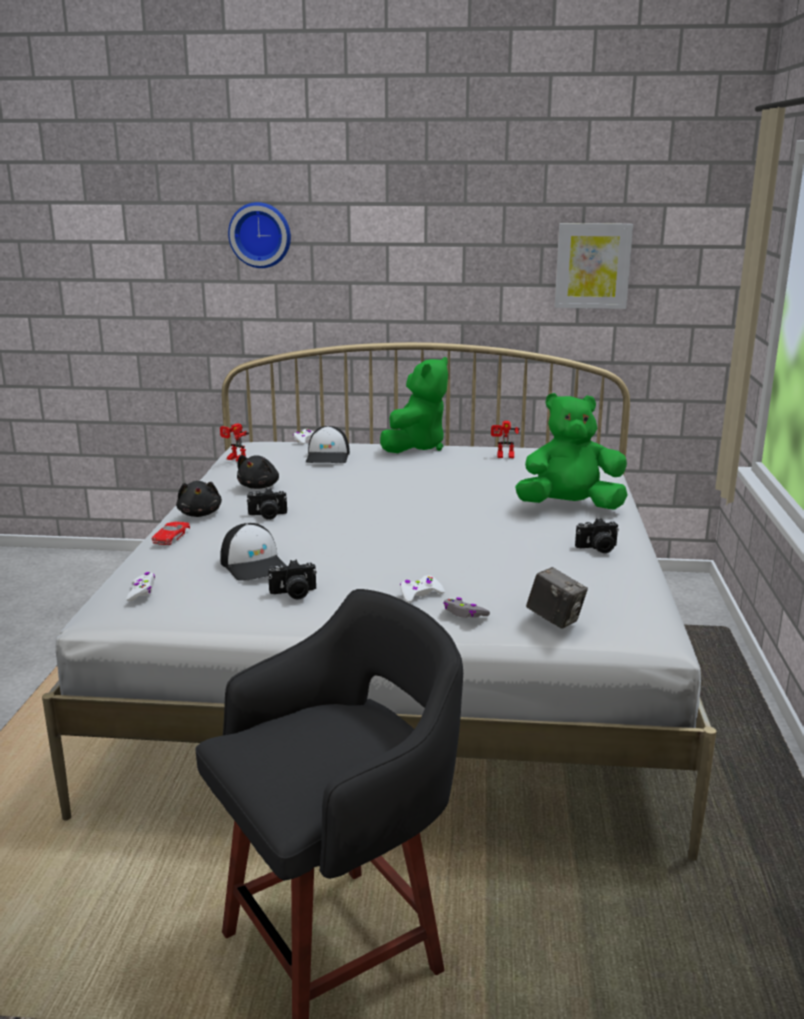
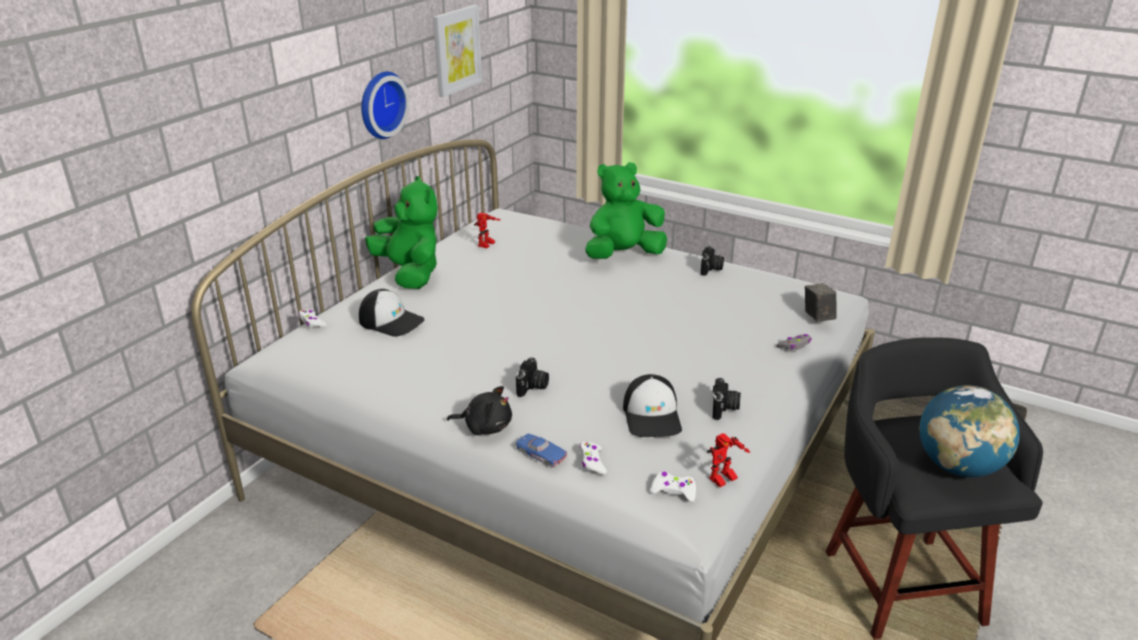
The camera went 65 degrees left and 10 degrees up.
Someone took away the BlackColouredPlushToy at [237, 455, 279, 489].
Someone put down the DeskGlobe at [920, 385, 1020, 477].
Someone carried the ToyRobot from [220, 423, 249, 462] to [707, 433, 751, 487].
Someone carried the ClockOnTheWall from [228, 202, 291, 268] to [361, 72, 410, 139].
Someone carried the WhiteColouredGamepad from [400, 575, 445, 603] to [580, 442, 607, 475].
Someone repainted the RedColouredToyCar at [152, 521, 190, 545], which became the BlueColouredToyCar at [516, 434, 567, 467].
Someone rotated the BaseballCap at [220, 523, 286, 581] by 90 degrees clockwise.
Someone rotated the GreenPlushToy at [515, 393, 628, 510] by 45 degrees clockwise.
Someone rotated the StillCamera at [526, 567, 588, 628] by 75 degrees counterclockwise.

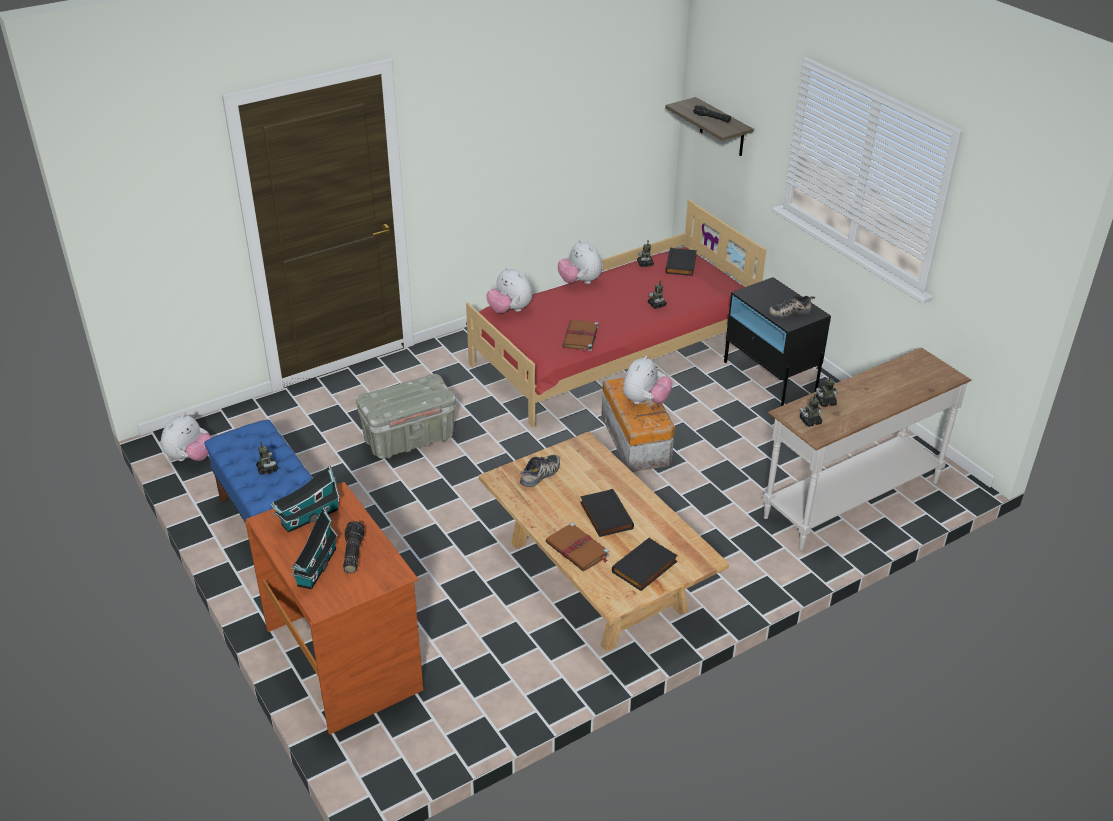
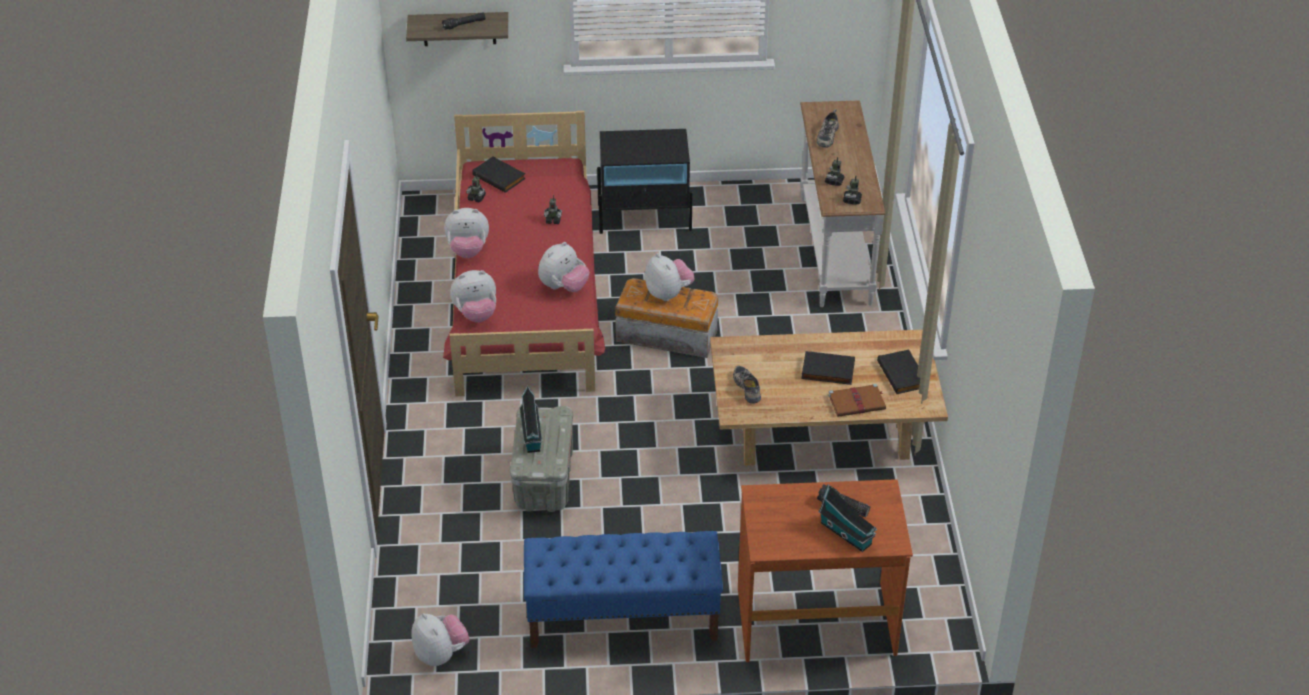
The camera went 60 degrees left and 5 degrees up.
Someone took away the ToyRobot at [256, 442, 278, 475].
Someone carried the ToyHouse from [271, 465, 340, 533] to [519, 385, 543, 453].
Someone carried the LowShoe from [769, 296, 815, 318] to [816, 109, 839, 148].
Someone swapped the BrownishVolume at [562, 320, 599, 353] for the PlushToy at [538, 242, 589, 292].

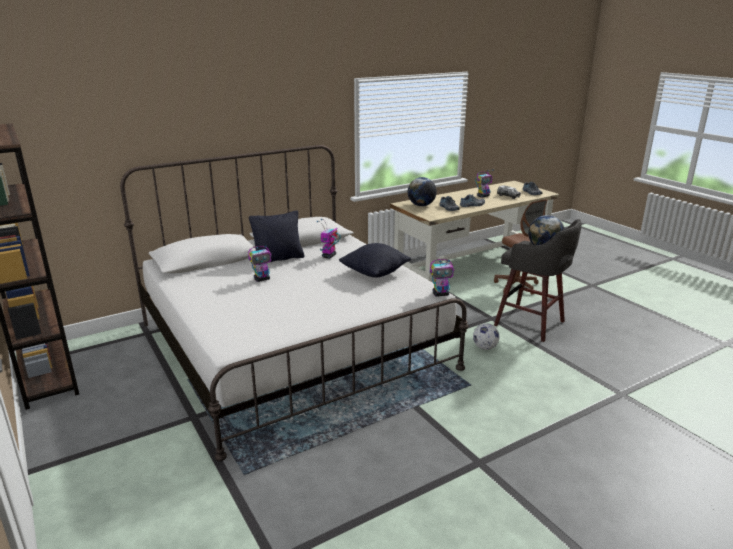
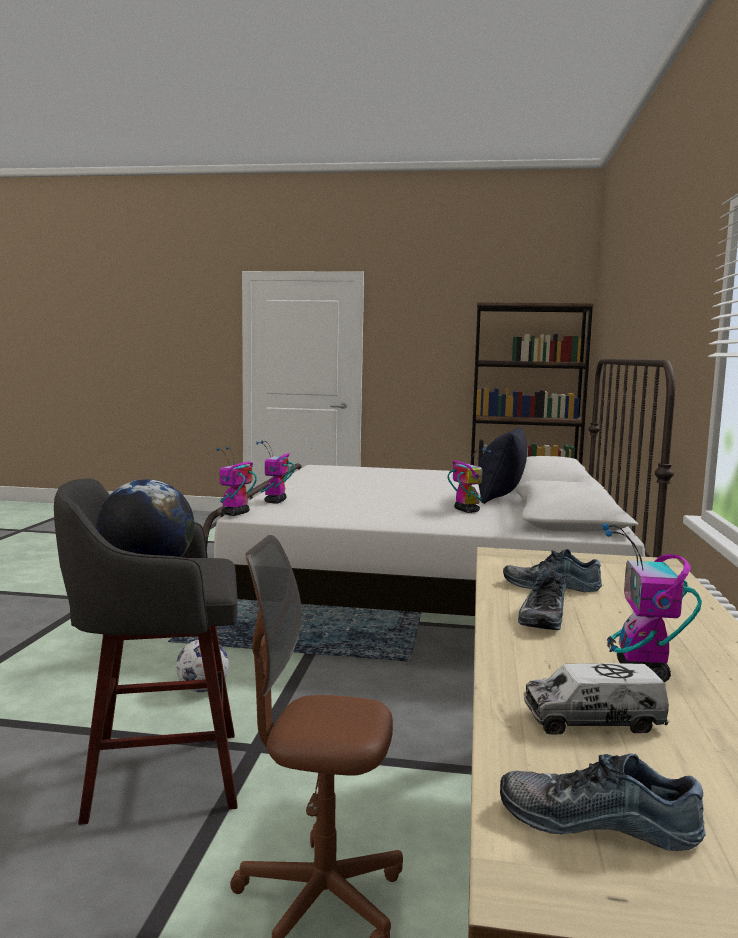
The camera went 130 degrees right and 15 degrees down.
Someone took away the BlackColouredCushion at [339, 243, 411, 278].
Someone took away the DeskGlobe at [408, 177, 437, 206].
Someone carried the ToyRobot from [248, 245, 272, 282] to [256, 441, 295, 504].

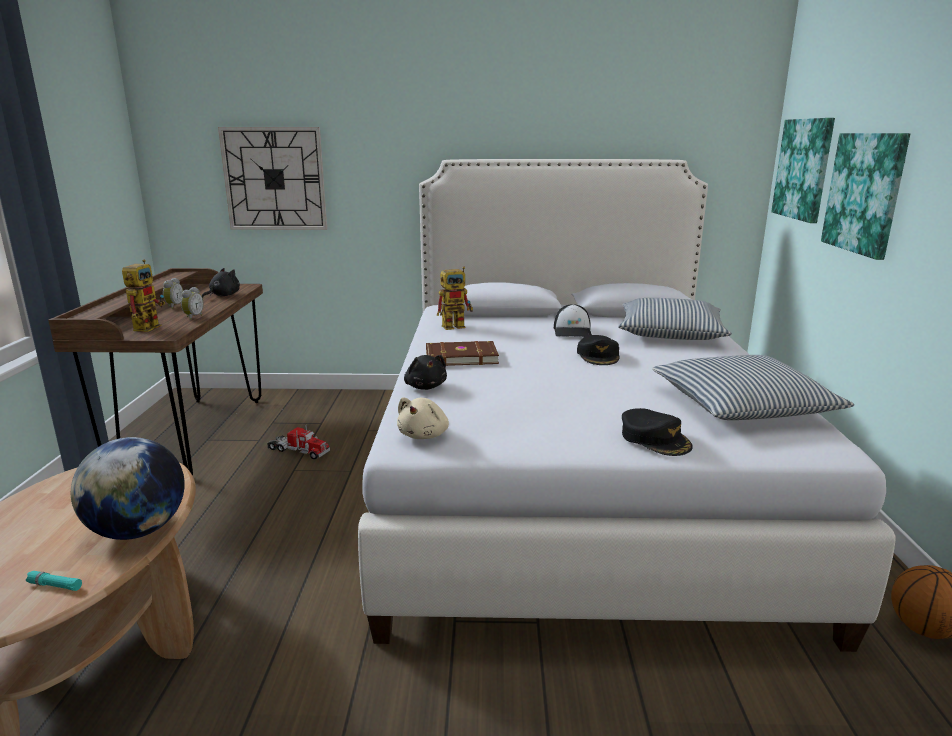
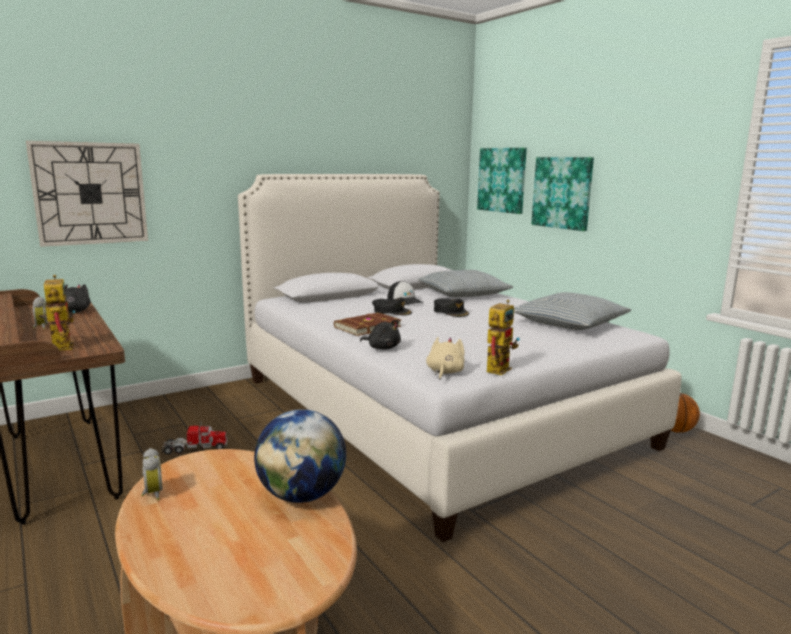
The camera went 35 degrees left and 5 degrees down.
Someone took away the BlueGreenHandTorch at [26, 571, 82, 591].
Someone carried the AlarmClock from [181, 287, 204, 320] to [141, 448, 163, 500].
Someone carried the ToyRobot from [437, 266, 473, 330] to [486, 300, 520, 375].
Someone carried the BlackColouredBaseballCap from [622, 408, 693, 456] to [372, 297, 412, 315].
Someone rotated the SandColouredPlushToy at [397, 397, 449, 439] by 150 degrees counterclockwise.

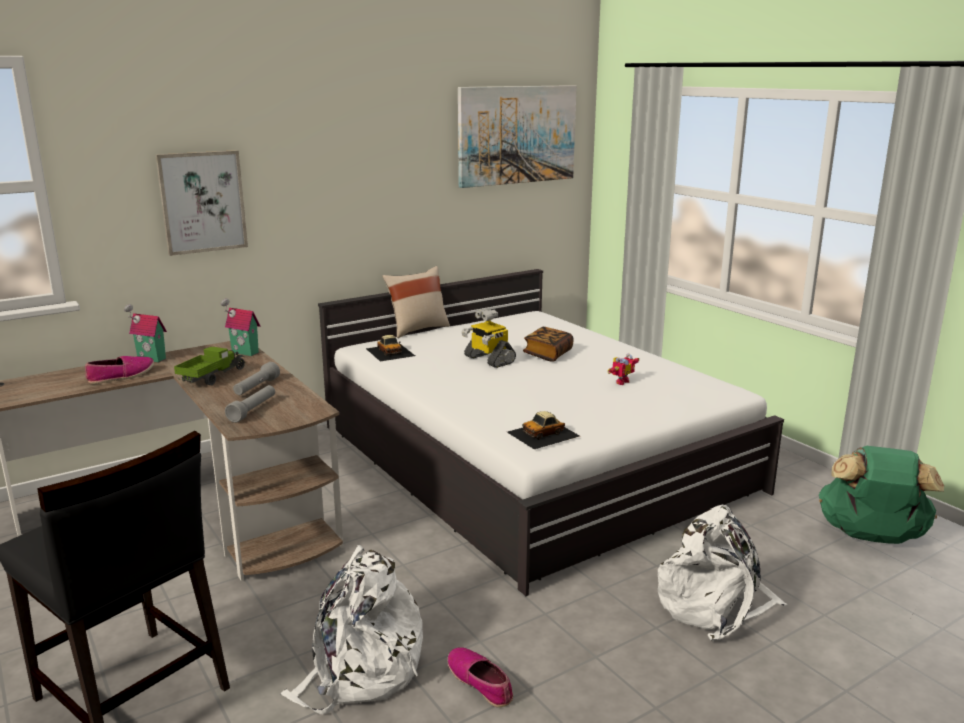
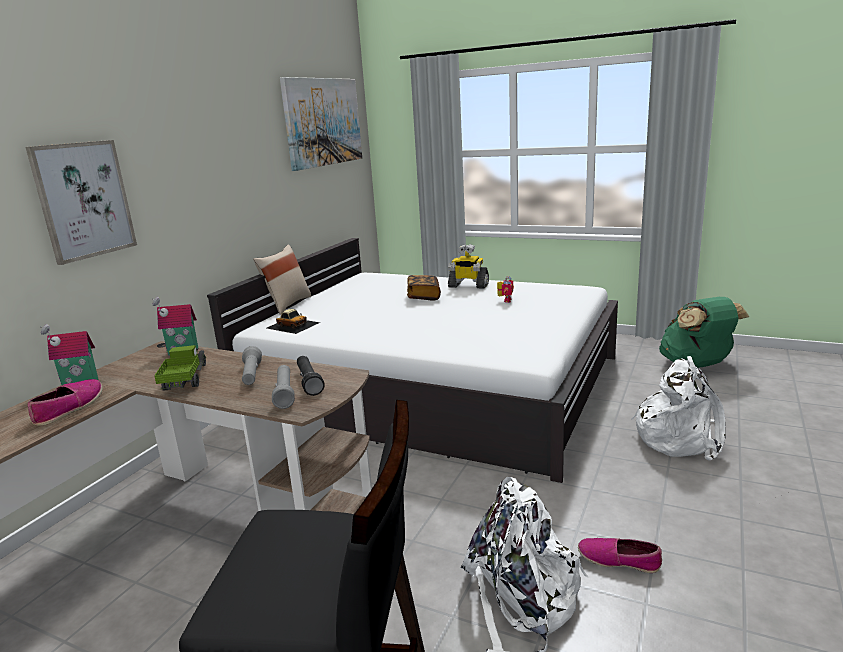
The camera went 30 degrees left and 0 degrees up.
Someone took away the ToyCar at [507, 411, 580, 449].
Someone put down the BlackColouredHandTorch at [297, 356, 325, 396].
Someone carried the ToyRobot from [462, 309, 516, 368] to [448, 244, 489, 289].

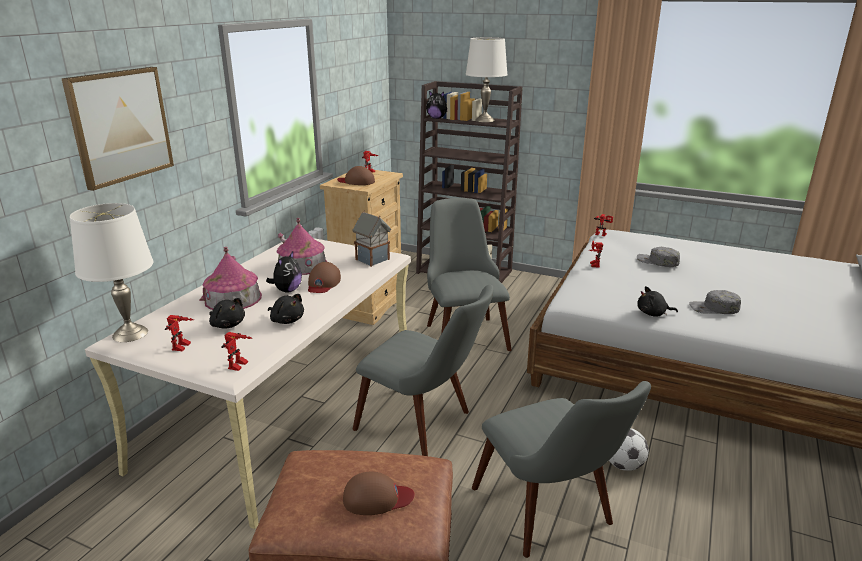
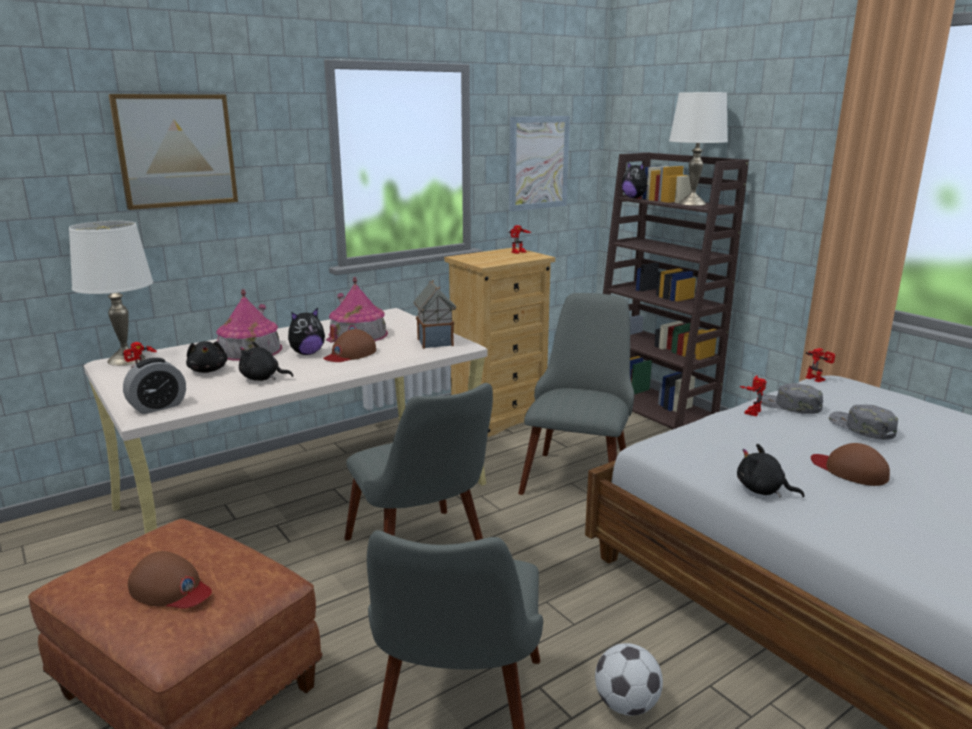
The camera went 30 degrees right and 5 degrees down.
Someone put up the Picture at [509, 116, 570, 211].
Someone carried the BrownishBaseballCap from [337, 166, 375, 185] to [811, 443, 890, 486].
Someone carried the GreyishBaseballCap from [689, 290, 741, 314] to [757, 383, 823, 414].
Someone swapped the ToyRobot at [221, 332, 252, 371] for the AlarmClock at [123, 358, 186, 414].
Someone rotated the BlackColouredPlushToy at [268, 294, 304, 324] by 120 degrees clockwise.

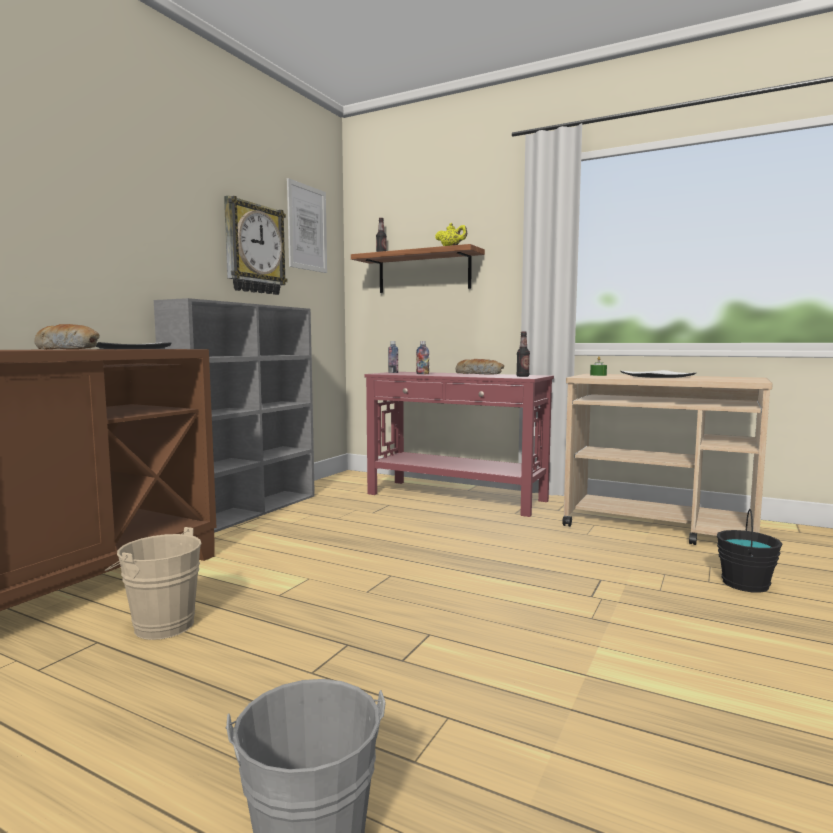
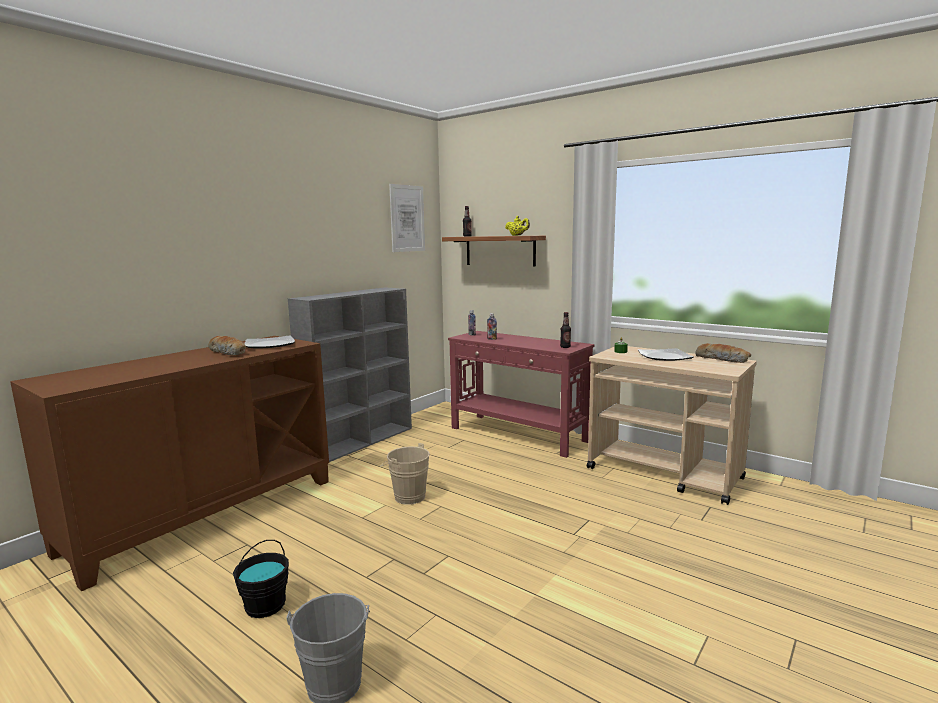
The camera went 10 degrees right and 5 degrees up.
Someone took away the ClockOnTheWall at [224, 195, 288, 295].
Someone carried the SandColouredPail from [105, 527, 202, 640] to [380, 443, 430, 505].
Someone carried the Bread from [455, 359, 504, 375] to [696, 343, 751, 363].
Someone carried the BlackColouredPail from [717, 509, 783, 593] to [233, 540, 289, 618].

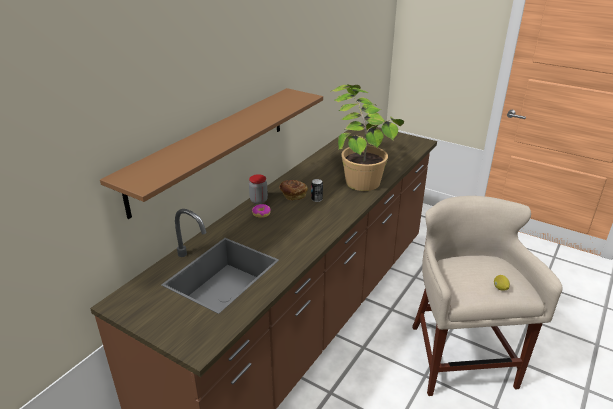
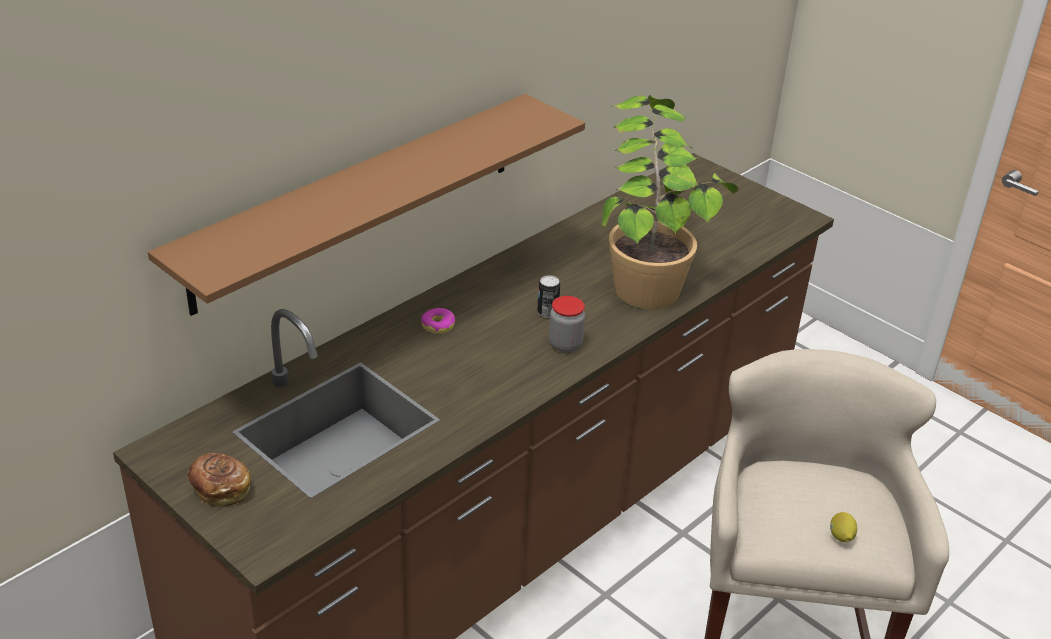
The camera went 10 degrees right and 5 degrees up.
Someone carried the Jar from [249, 174, 268, 204] to [549, 296, 585, 352].
Someone carried the Bread from [280, 180, 308, 200] to [188, 453, 251, 507].

